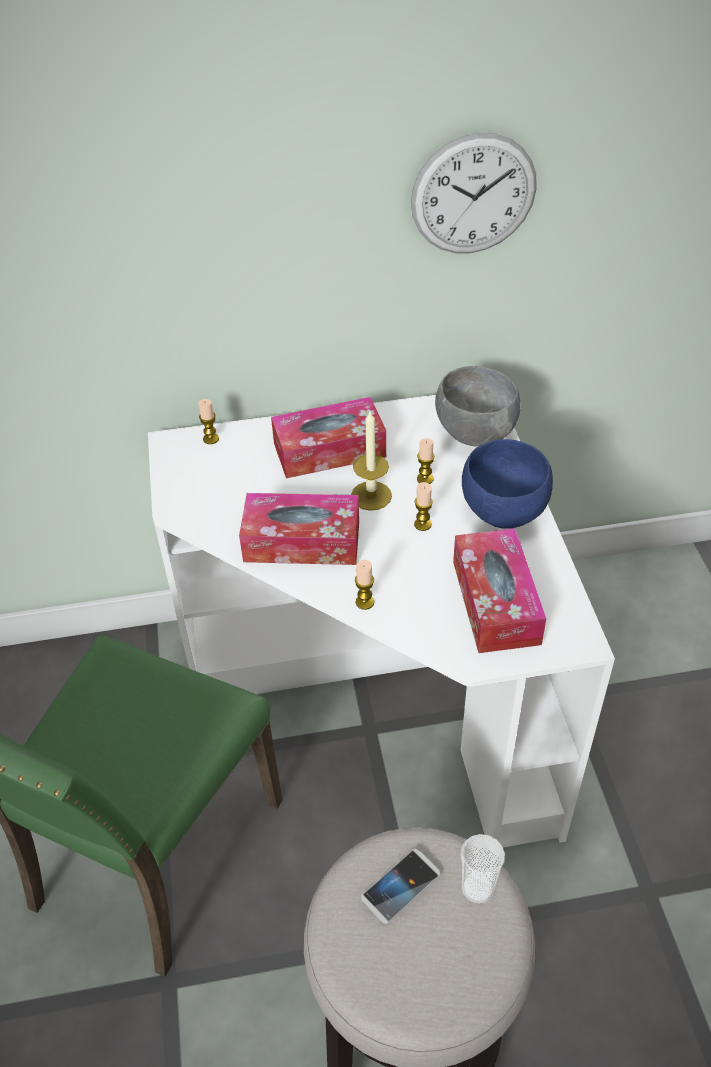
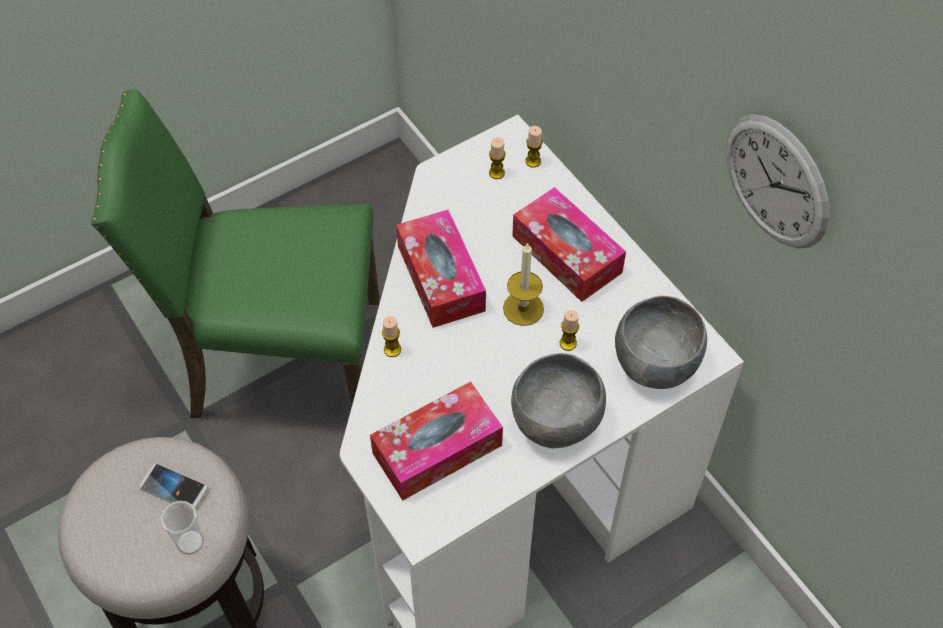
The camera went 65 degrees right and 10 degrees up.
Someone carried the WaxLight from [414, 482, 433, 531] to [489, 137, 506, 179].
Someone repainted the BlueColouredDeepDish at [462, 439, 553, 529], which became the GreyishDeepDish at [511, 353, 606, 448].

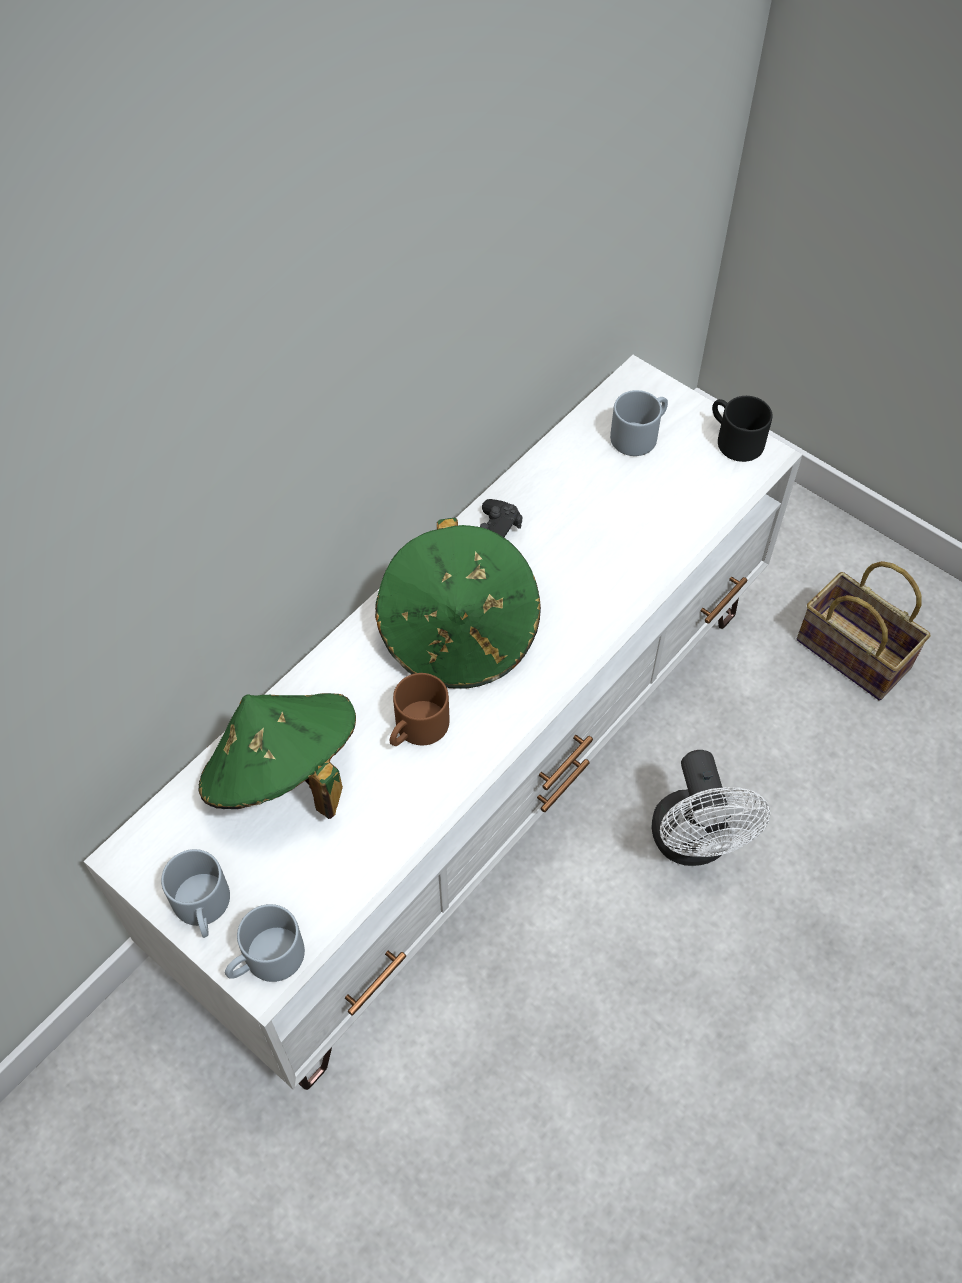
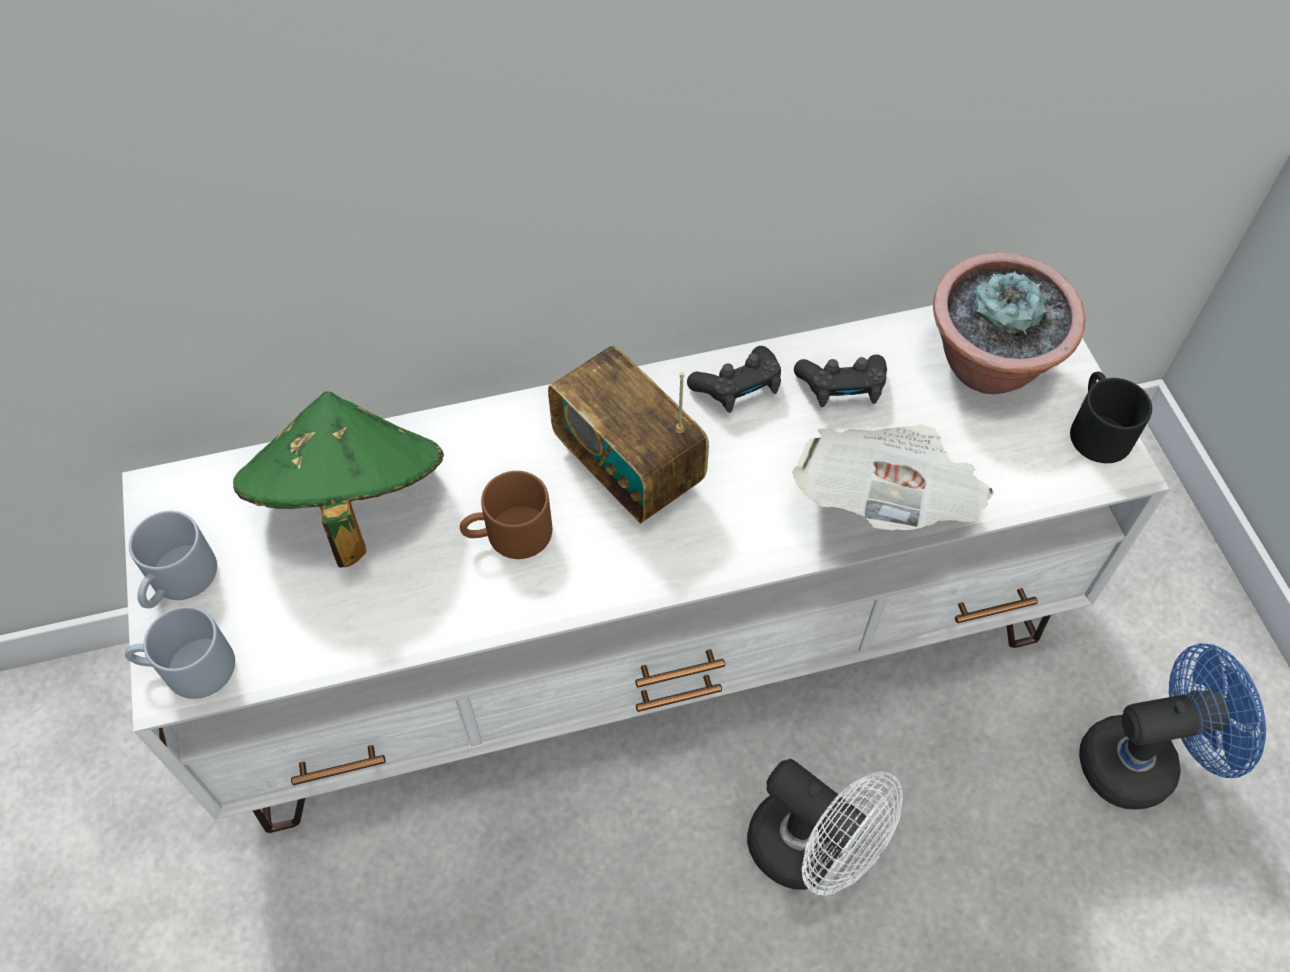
The camera went 35 degrees right and 0 degrees up.
Someone put down the DailyPaper at [792, 424, 994, 530].
Someone put down the BlackColouredGamepad at [794, 354, 887, 407].
Someone swapped the GreenClothingHat at [375, 518, 541, 689] for the RadioReceiver at [548, 346, 709, 524].
Someone swapped the GreyishTeaMug at [610, 390, 668, 456] for the PottedPlant at [933, 252, 1086, 394].
Someone swapped the HouseholdBasket at [797, 561, 931, 701] for the BlueColouredCoolingFan at [1079, 644, 1266, 810].
Someone rotated the WhiteColouredCoolingFan at [652, 750, 770, 866] by 75 degrees counterclockwise.

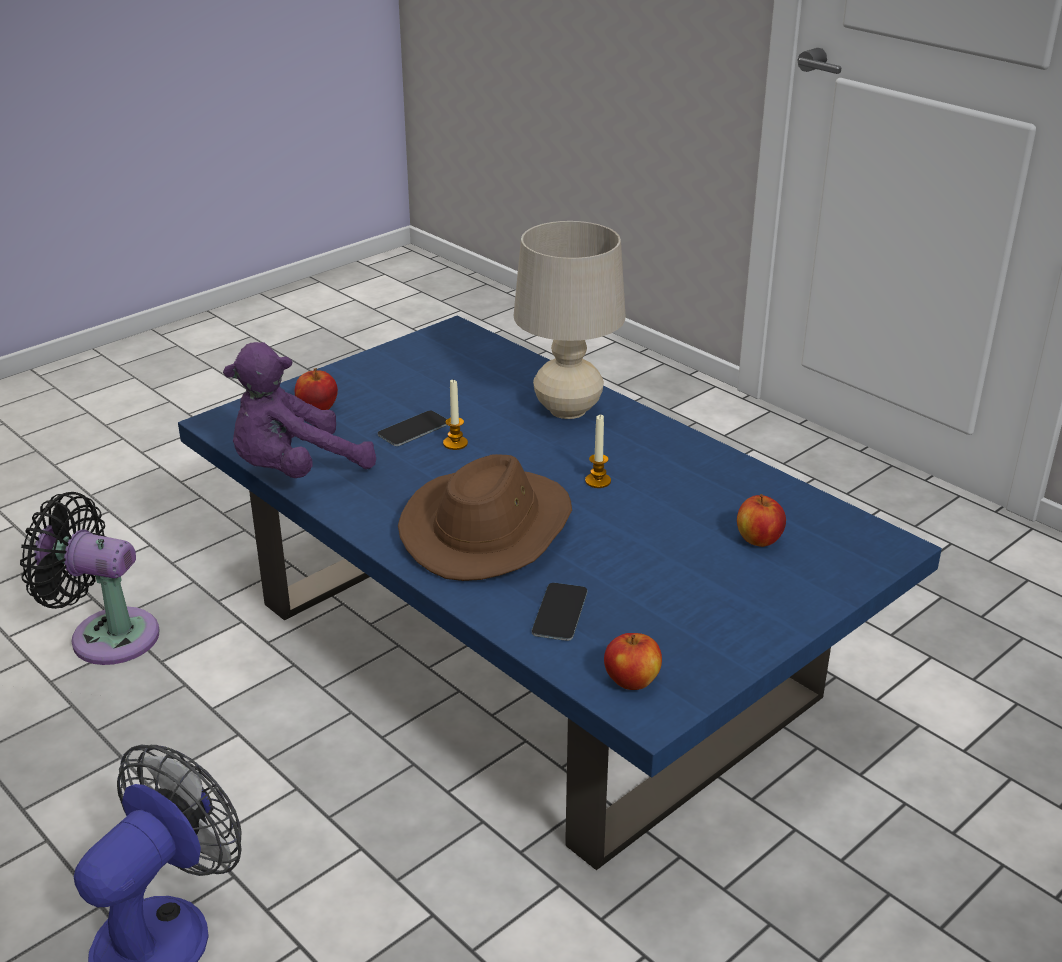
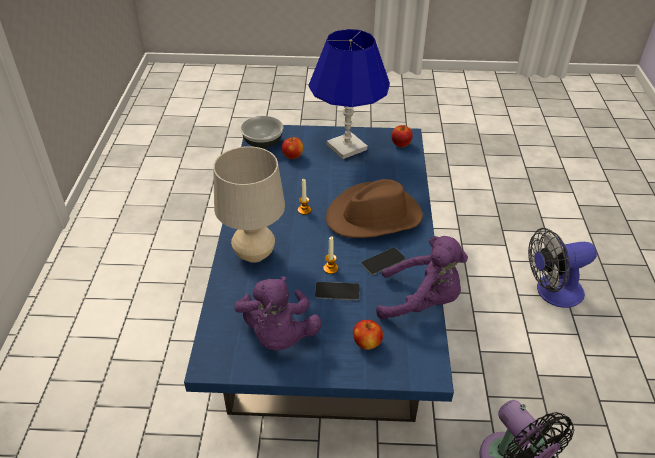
The camera went 135 degrees left and 10 degrees up.
Someone put down the PurplePlushToy at [234, 276, 322, 351].
Someone put down the DeepDish at [240, 116, 283, 148].
Someone put down the BlueColouredLampForATable at [309, 29, 390, 159].
Someone carried the Telephone from [532, 583, 587, 641] to [361, 248, 405, 275].

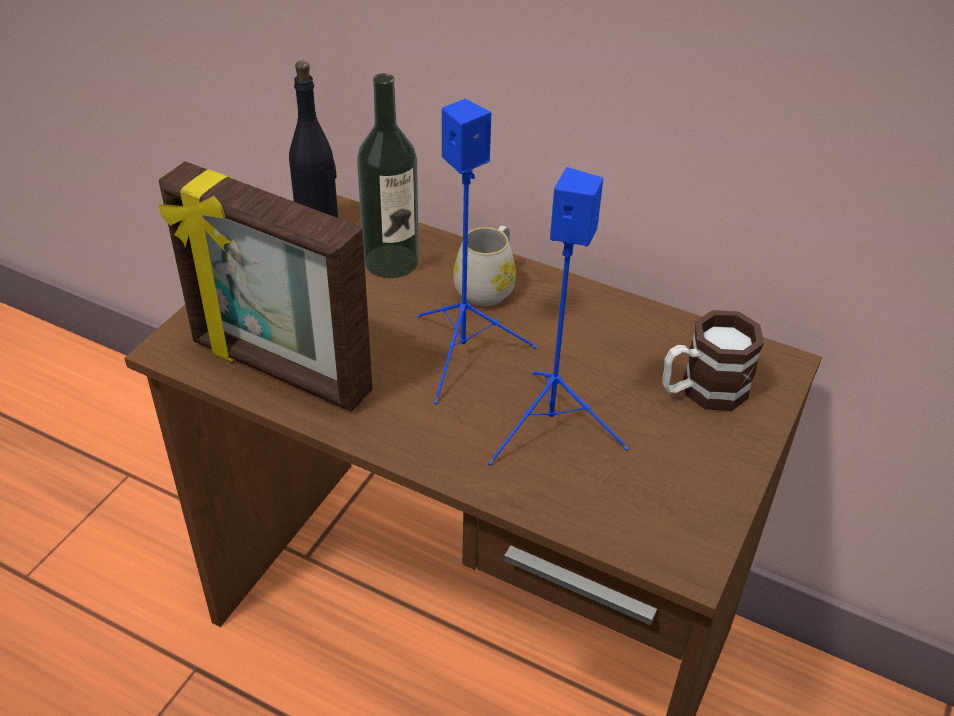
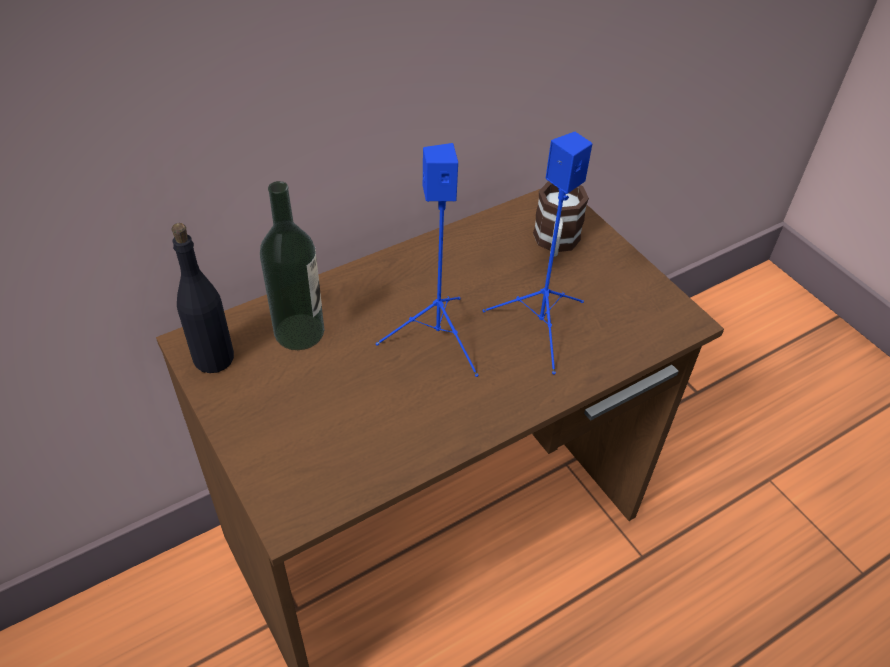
The camera went 60 degrees left and 5 degrees up.
Someone took away the StandingFrame at [159, 161, 373, 412].
Someone took away the WhiteColouredTeaMug at [453, 226, 516, 306].

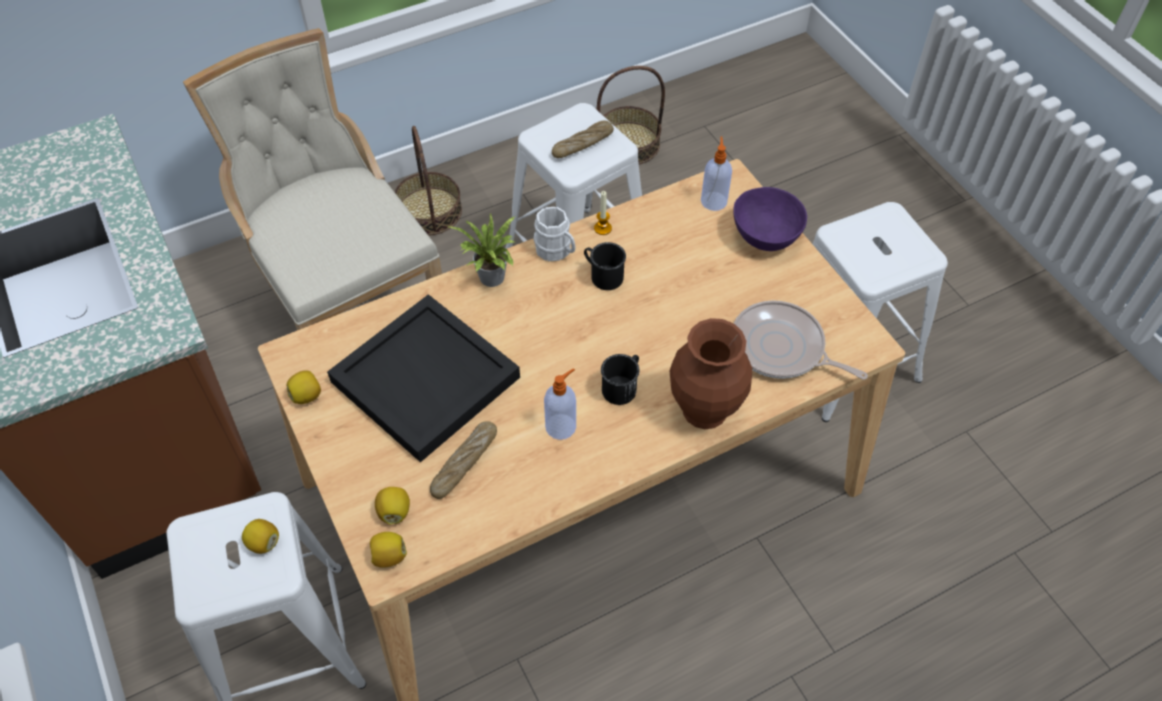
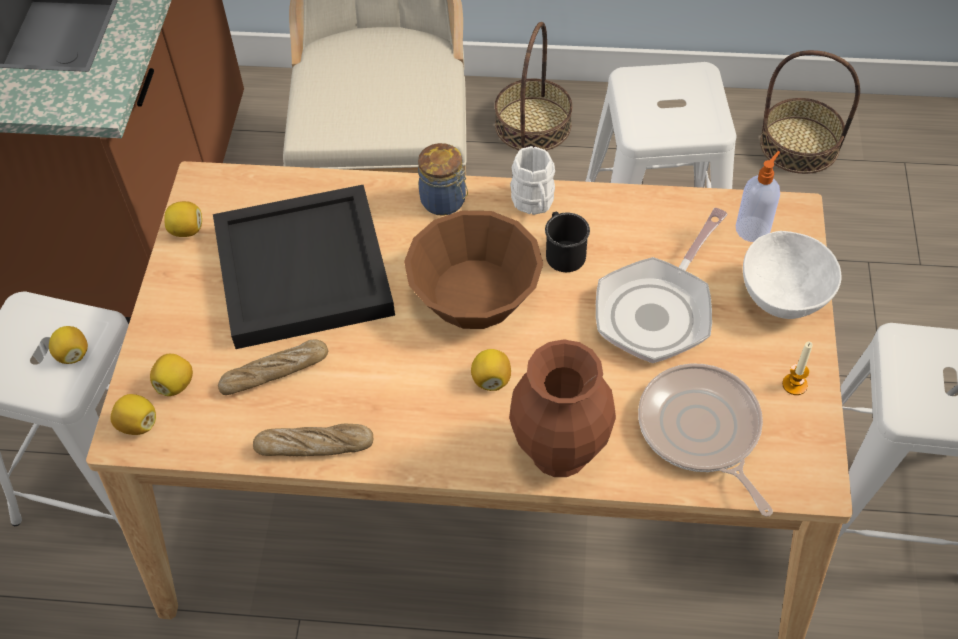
The camera went 35 degrees right and 0 degrees up.
Someone took away the SoapDispenser at [544, 368, 576, 440].
Someone put down the BrownishDeepDish at [404, 211, 543, 329].
Someone put down the Pan at [596, 208, 728, 363].
Someone carried the Bread from [552, 121, 614, 158] to [253, 424, 373, 456].
Someone carried the WaxLight from [594, 191, 612, 235] to [782, 341, 813, 395].
Someone swapped the PottedPlant at [449, 213, 516, 287] for the Jar at [418, 143, 468, 216].
Someone swapped the BlackColouredTeaMug at [601, 354, 640, 405] for the Lemon at [471, 349, 511, 391].
Someone repainted the PurpleDeepDish at [733, 187, 807, 251], which became the WhiteColouredDeepDish at [743, 231, 841, 319].

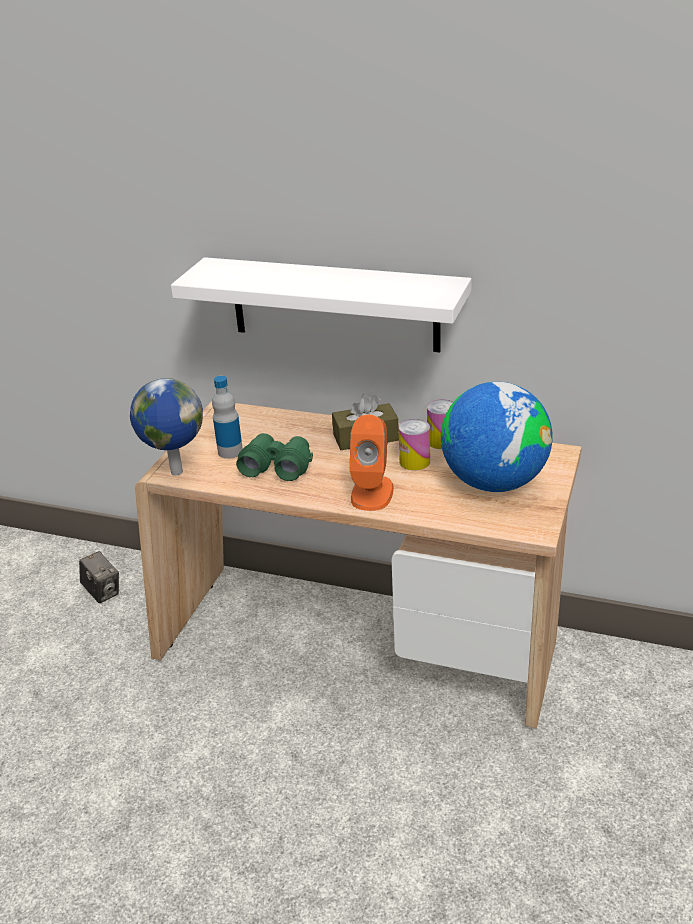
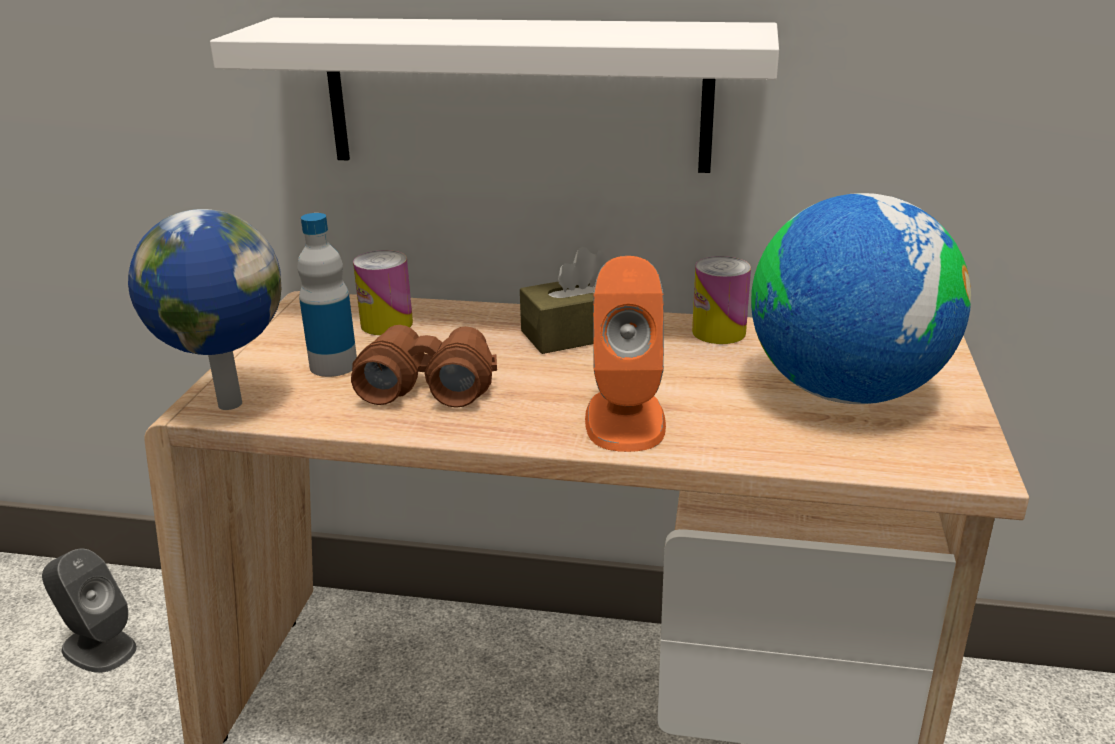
The camera went 10 degrees left and 5 degrees down.
Someone carried the SealedCan from [399, 419, 430, 470] to [353, 250, 413, 335].
Someone swapped the StillCamera at [79, 551, 119, 603] for the GreyishLoudspeaker at [42, 549, 137, 673].
Someone repainted the GreenFieldGlasses at [236, 433, 313, 481], which became the BrownishFieldGlasses at [351, 325, 497, 408].

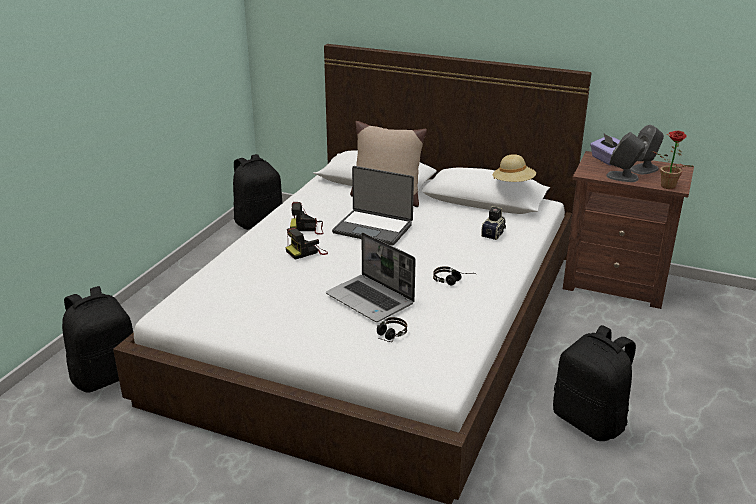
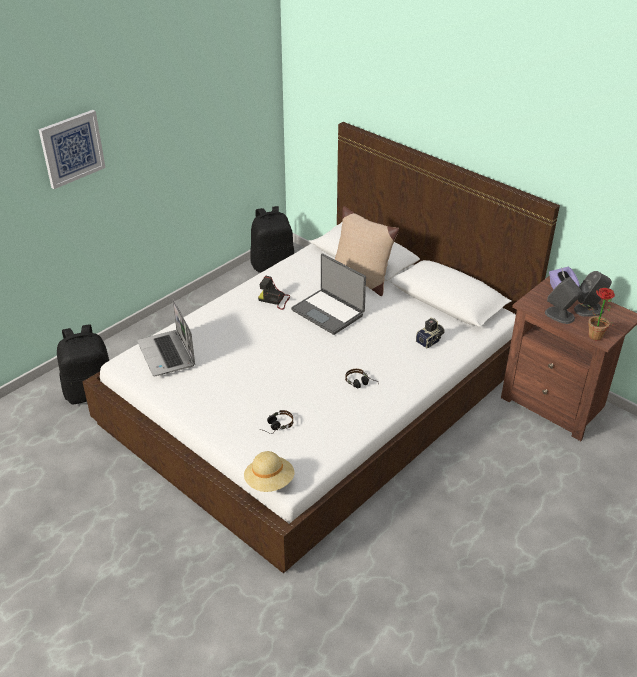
The camera went 20 degrees right and 10 degrees up.
Someone took away the StillCamera at [286, 227, 328, 260].
Someone took away the BlackColouredBackpack at [553, 325, 636, 441].
Someone put up the Picture at [39, 110, 106, 189].
Someone carried the NotebookComputer from [326, 232, 416, 322] to [137, 299, 195, 376].
Someone carried the SandColouredClothingHat from [493, 154, 536, 182] to [244, 451, 295, 492].

